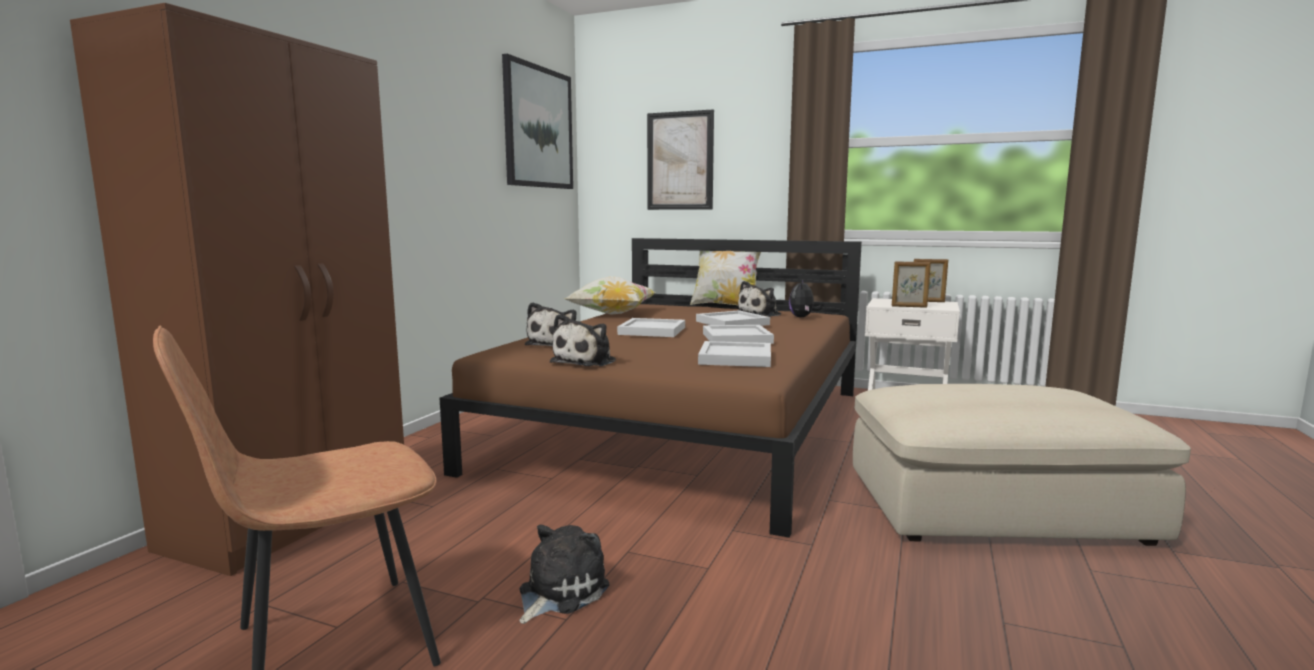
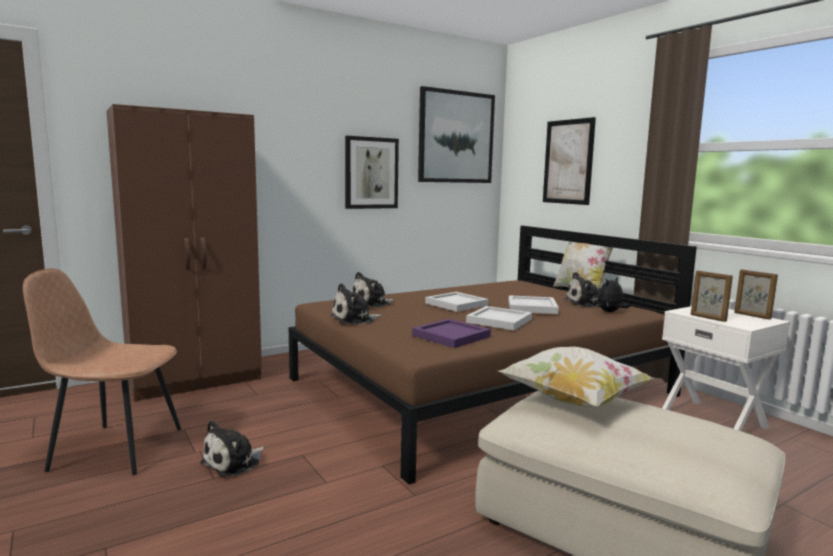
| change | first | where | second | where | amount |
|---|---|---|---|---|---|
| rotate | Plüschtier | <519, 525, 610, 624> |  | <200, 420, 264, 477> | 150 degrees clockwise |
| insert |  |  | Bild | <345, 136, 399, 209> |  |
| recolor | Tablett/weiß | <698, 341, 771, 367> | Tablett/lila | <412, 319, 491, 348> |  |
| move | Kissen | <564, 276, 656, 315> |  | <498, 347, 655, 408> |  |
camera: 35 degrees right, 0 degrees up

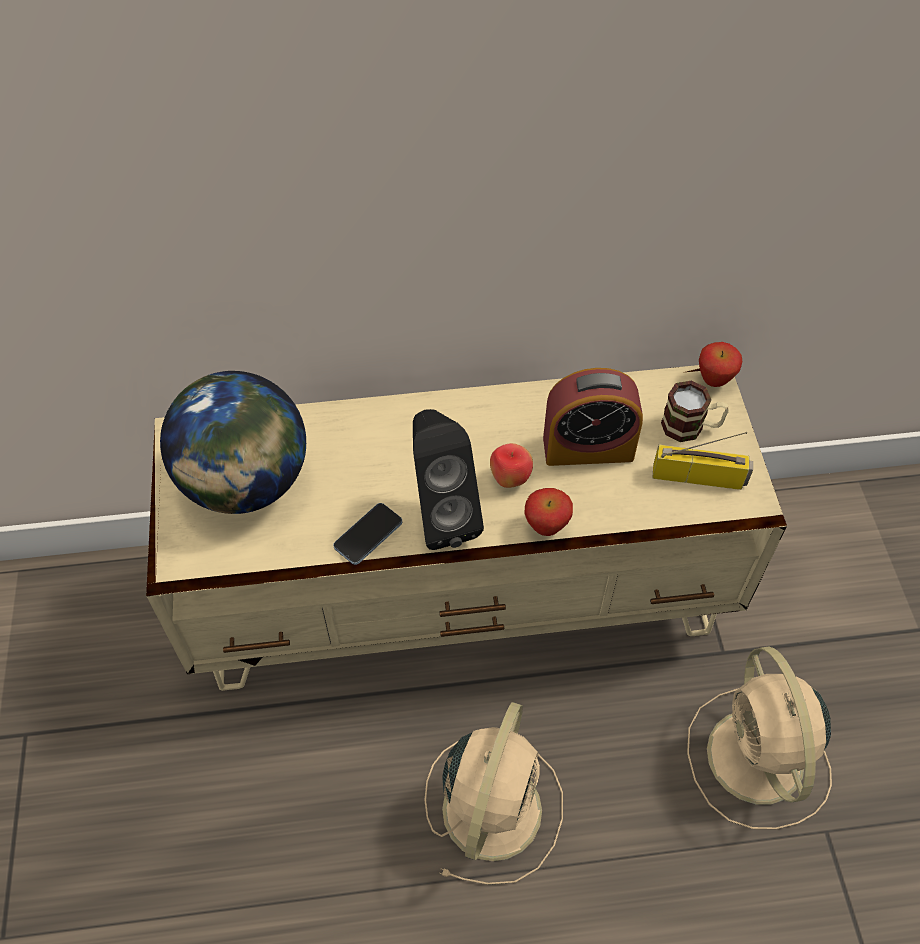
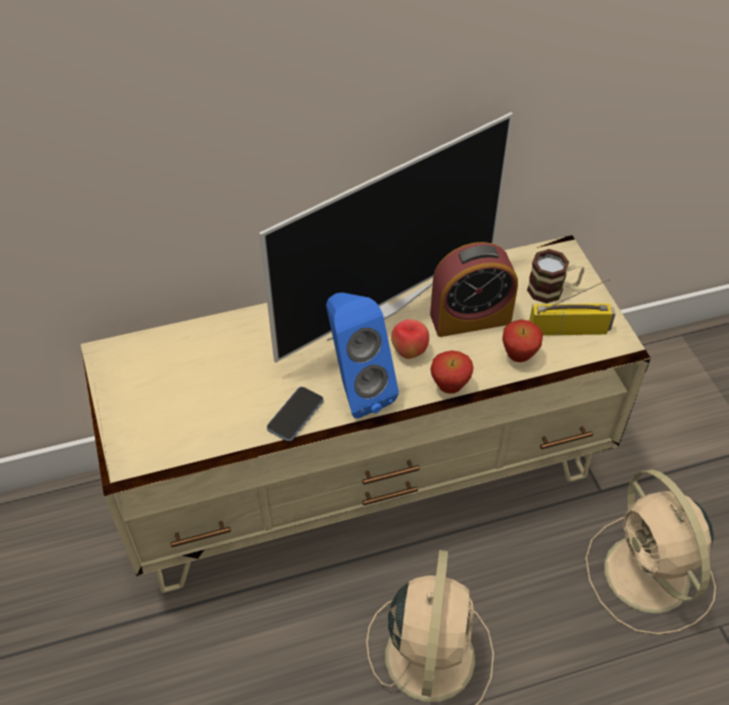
| change | first | where | second | where | amount |
|---|---|---|---|---|---|
| insert |  |  | Fernseher | <259, 112, 513, 363> |  |
| recolor | Lautsprecher/schwarz | <413, 409, 484, 550> | Lautsprecher/blau | <326, 293, 399, 418> |  |
| move | Apfel | <699, 342, 742, 387> |  | <502, 319, 543, 362> |  |
| delete | Globus | <160, 371, 306, 514> |  |  |  |
camera: 10 degrees left, 5 degrees down

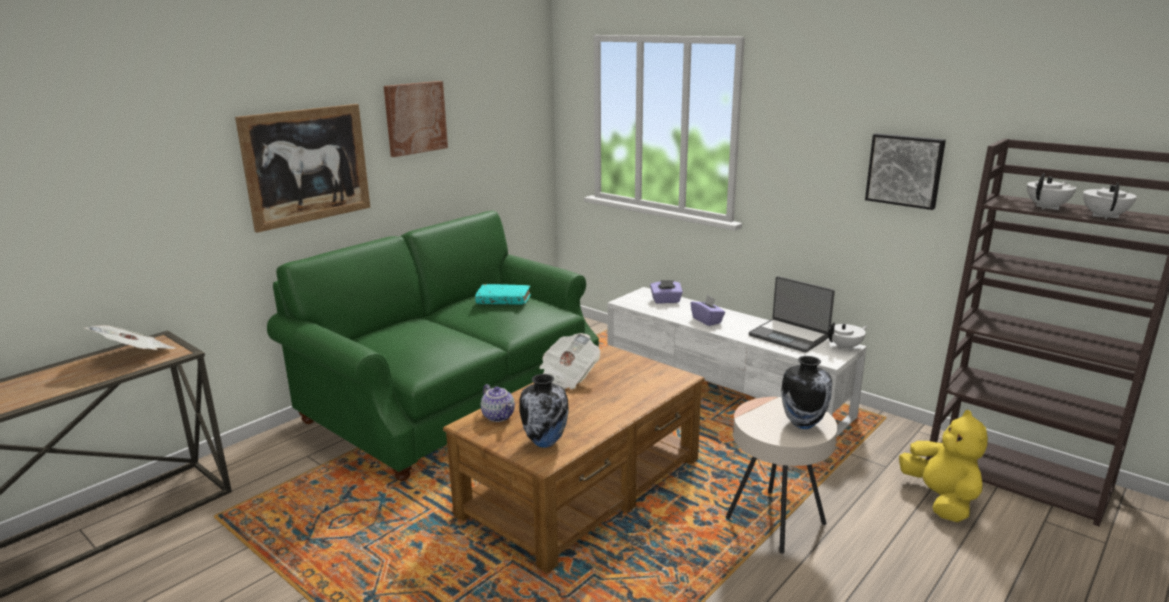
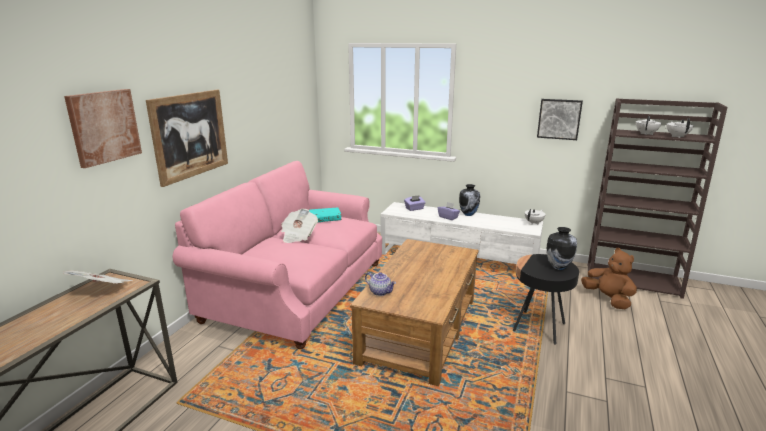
| change | first | where | second | where | amount |
|---|---|---|---|---|---|
| move | Bild | <384, 81, 448, 157> |  | <64, 89, 142, 168> |  |
| recolor | Sofa/grün | <267, 211, 599, 481> | Sofa/rosa | <173, 161, 382, 349> |  |
| move | Zeitung | <539, 333, 600, 389> |  | <281, 209, 318, 243> |  |
| move | Vase | <519, 374, 569, 448> |  | <459, 184, 480, 216> |  |
| recolor | Beistelltisch/beige | <726, 397, 838, 554> | Beistelltisch/schwarz | <513, 254, 579, 345> |  |
| recolor | Plüschtier/gelb | <899, 410, 988, 522> | Plüschtier/braun | <581, 248, 637, 309> |  |
| delete | Laptop | <749, 276, 835, 353> |  |  |  |
camera: 20 degrees left, 0 degrees up

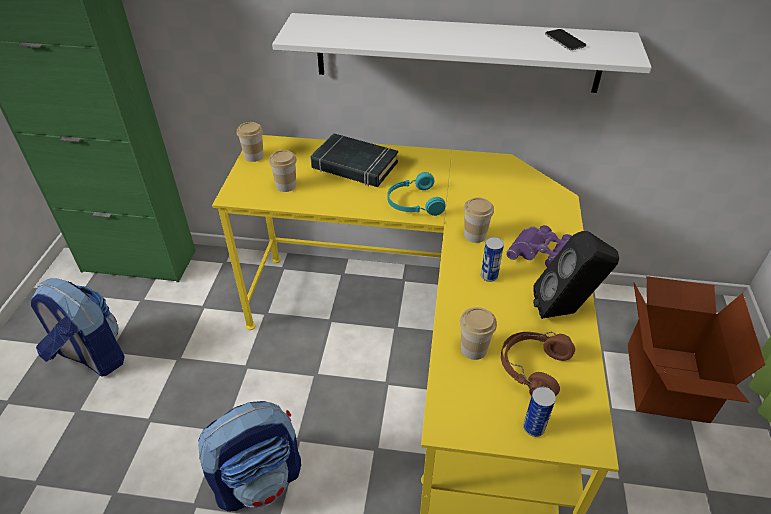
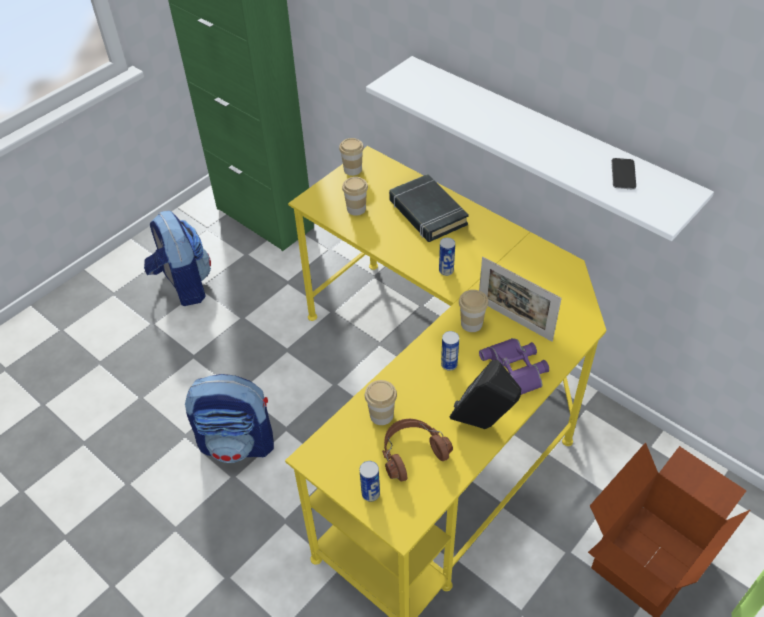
| change | first | where | second | where | amount |
|---|---|---|---|---|---|
| replace | Kopfhörer/türkis | <387, 172, 446, 216> | Dose | <439, 238, 455, 276> |  |
| insert |  |  | Bilderrahmen | <479, 257, 562, 342> |  |
camera: 35 degrees right, 5 degrees up

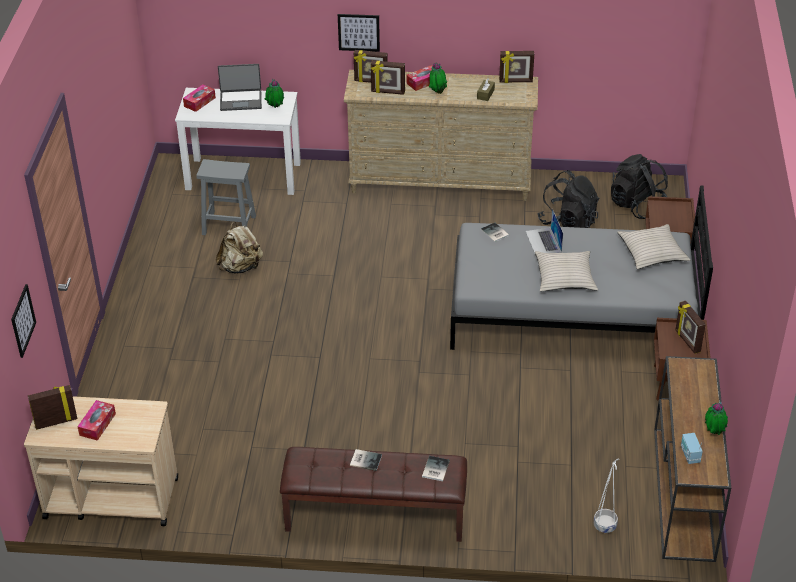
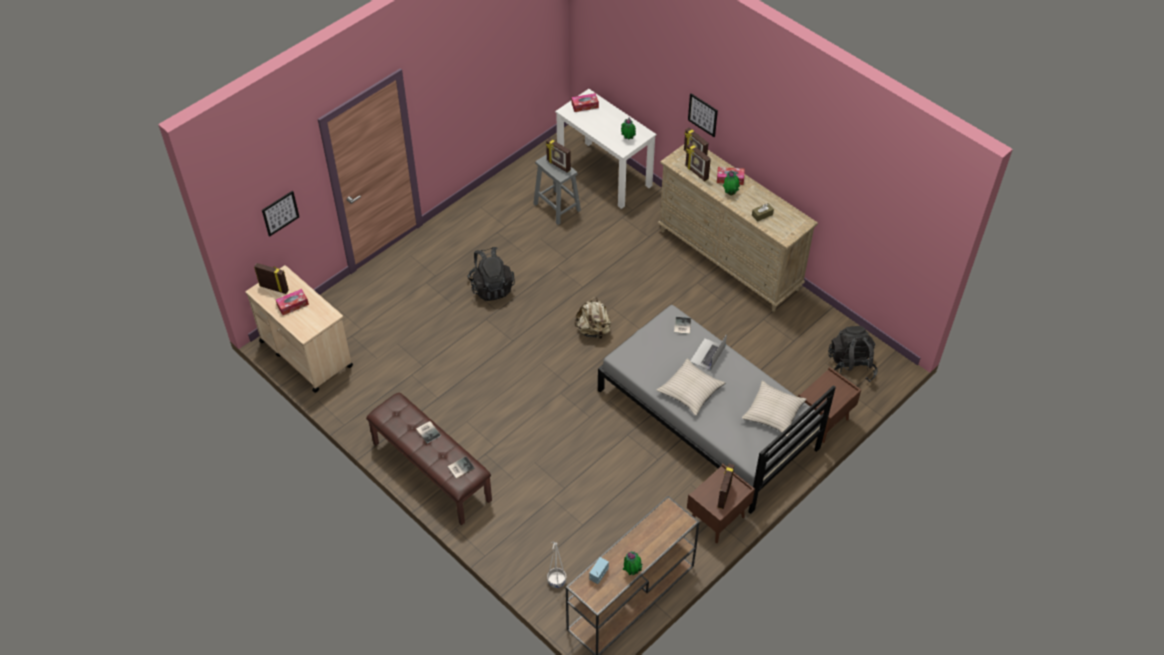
| change | first | where | second | where | amount |
|---|---|---|---|---|---|
| move | Rucksack/schwarz | <537, 170, 599, 228> |  | <467, 247, 515, 301> |  |
| move | Bilderrahmen | <499, 51, 534, 83> |  | <546, 138, 571, 173> |  |
| move | Rucksack/beige | <216, 221, 263, 274> |  | <574, 297, 611, 339> |  |
| delete | Laptop | <218, 64, 262, 111> |  |  |  |
camera: 40 degrees right, 10 degrees up

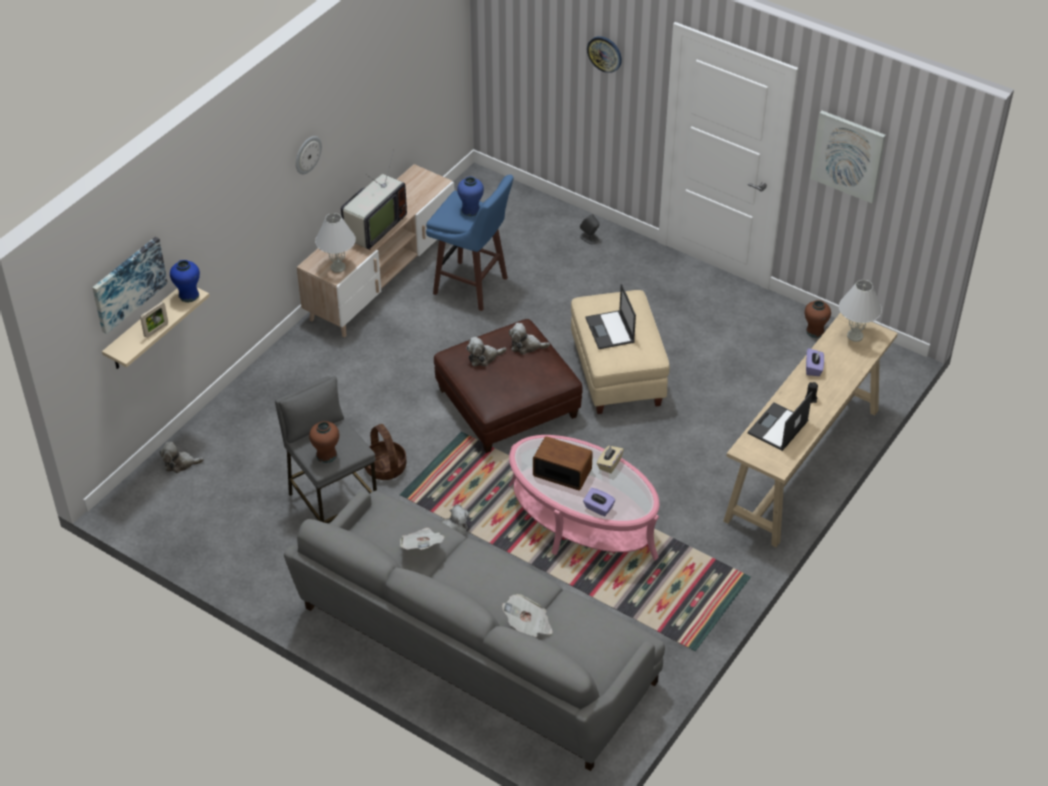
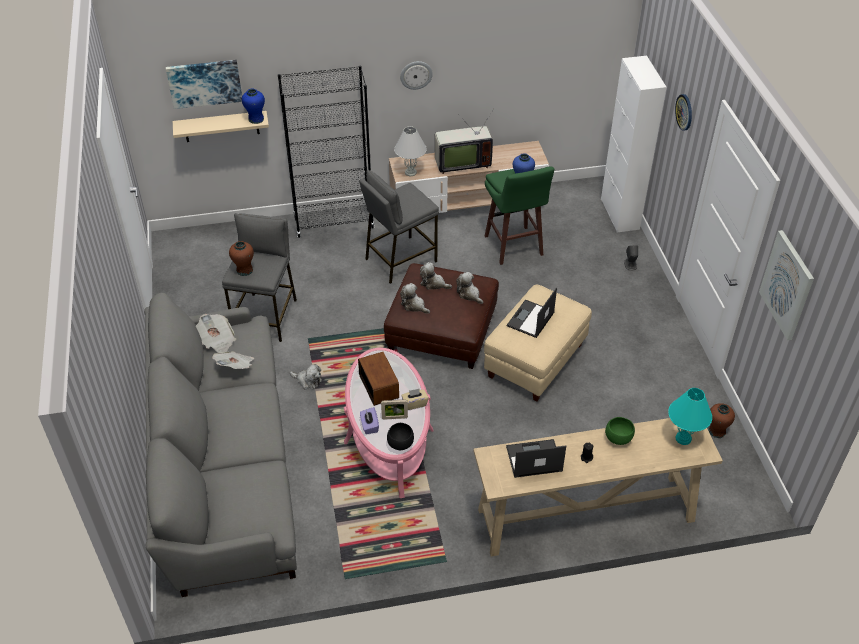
| change | first | where | second | where | amount |
|---|---|---|---|---|---|
| move | Zeitung | <502, 594, 553, 637> |  | <196, 314, 236, 353> |  |
| insert |  |  | Bücherregal/schwarz | <278, 65, 374, 238> |  |
| insert |  |  | Hocker/grau | <359, 170, 439, 284> |  |
| move | Bilderrahmen | <140, 302, 168, 338> |  | <381, 399, 408, 420> |  |
| insert |  |  | Schüssel/schwarz | <387, 423, 414, 450> |  |
| move | Plüschtier | <160, 442, 204, 473> |  | <400, 283, 430, 314> |  |
| recolor | Hocker/blau | <426, 175, 514, 311> | Hocker/grün | <485, 166, 554, 265> |  |
| insert |  |  | Schrank/weiß | <601, 56, 667, 233> |  |
| replace | Taschentuchbox/lila | <806, 348, 824, 376> | Schüssel/grün | <605, 417, 635, 445> |  |
| recolor | Tischlampe/weiß | <839, 280, 882, 342> | Tischlampe/türkis | <668, 388, 712, 445> |  |
| delete | Korb | <365, 424, 406, 480> |  |  |  |
camera: 45 degrees right, 0 degrees up

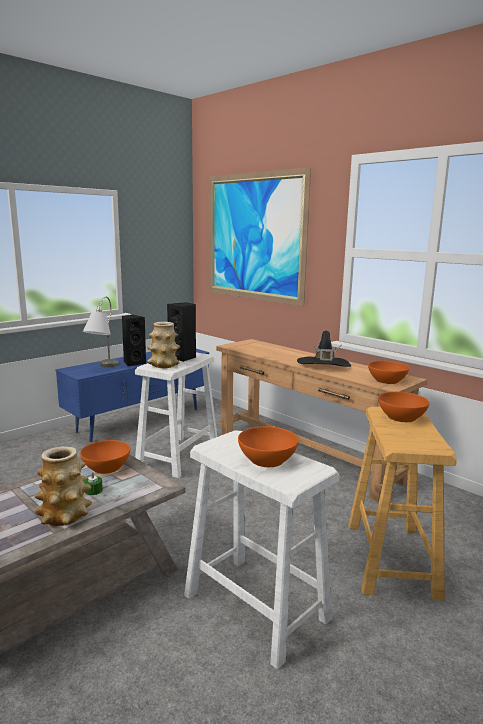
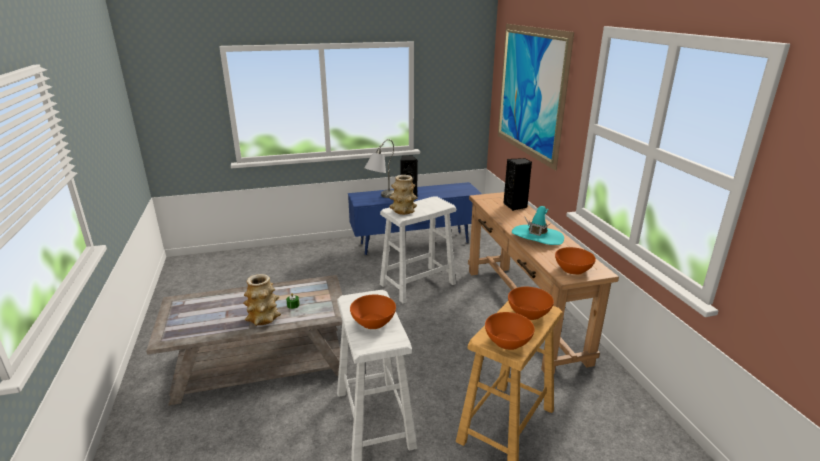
| change | first | where | second | where | amount |
|---|---|---|---|---|---|
| move | Schüssel/orange | <80, 440, 130, 474> |  | <485, 312, 535, 350> |  |
| move | Lautsprecher/schwarz | <167, 302, 196, 362> |  | <503, 158, 532, 211> |  |
| recolor | Hut/schwarz | <297, 331, 351, 367> | Hut/türkis | <512, 206, 564, 245> |  |
camera: 30 degrees right, 10 degrees up

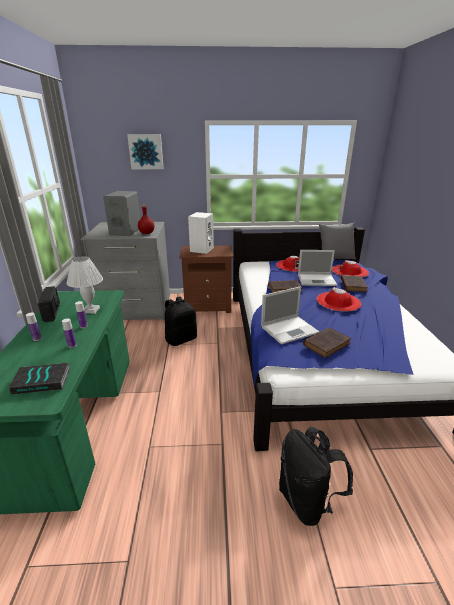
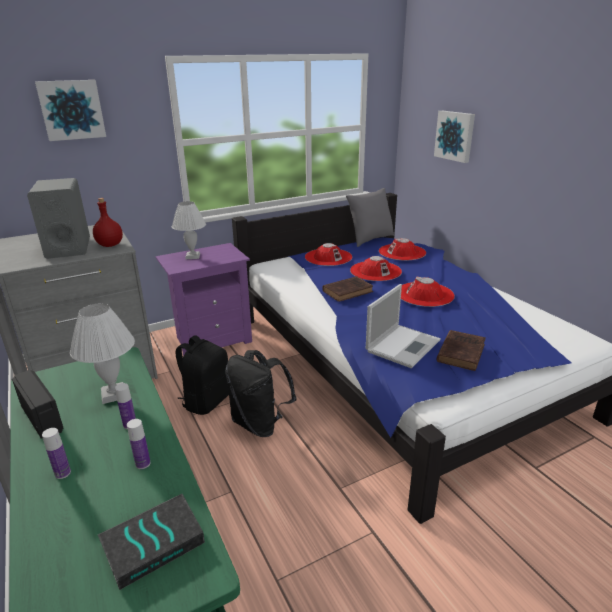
| change | first | where | second | where | amount |
|---|---|---|---|---|---|
| recolor | Nachttisch/braun | <179, 245, 234, 313> | Nachttisch/lila | <156, 243, 252, 356> |  |
| replace | Lautsprecher/weiß | <188, 212, 214, 254> | Tischlampe/weiß | <172, 201, 206, 259> |  |
| move | Rucksack/schwarz | <279, 427, 353, 526> |  | <225, 350, 297, 437> |  |
| replace | Laptop | <298, 250, 337, 286> | Hut/rot | <350, 256, 402, 281> |  |
| insert |  |  | Bild | <434, 111, 475, 163> |  |
| delete | Buch/braun | <341, 275, 368, 292> |  |  |  |
camera: 25 degrees left, 0 degrees up

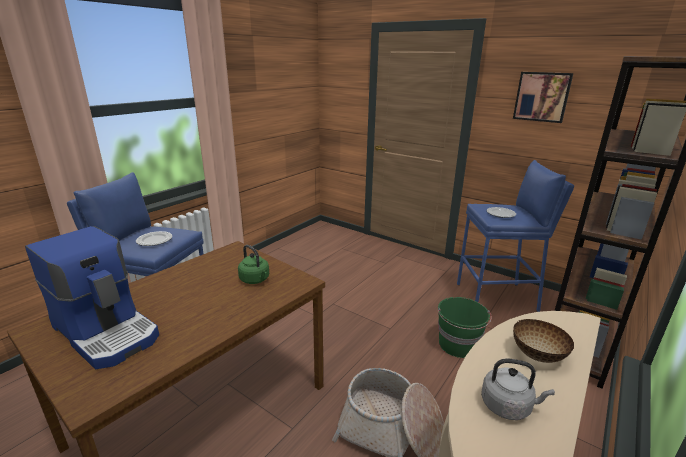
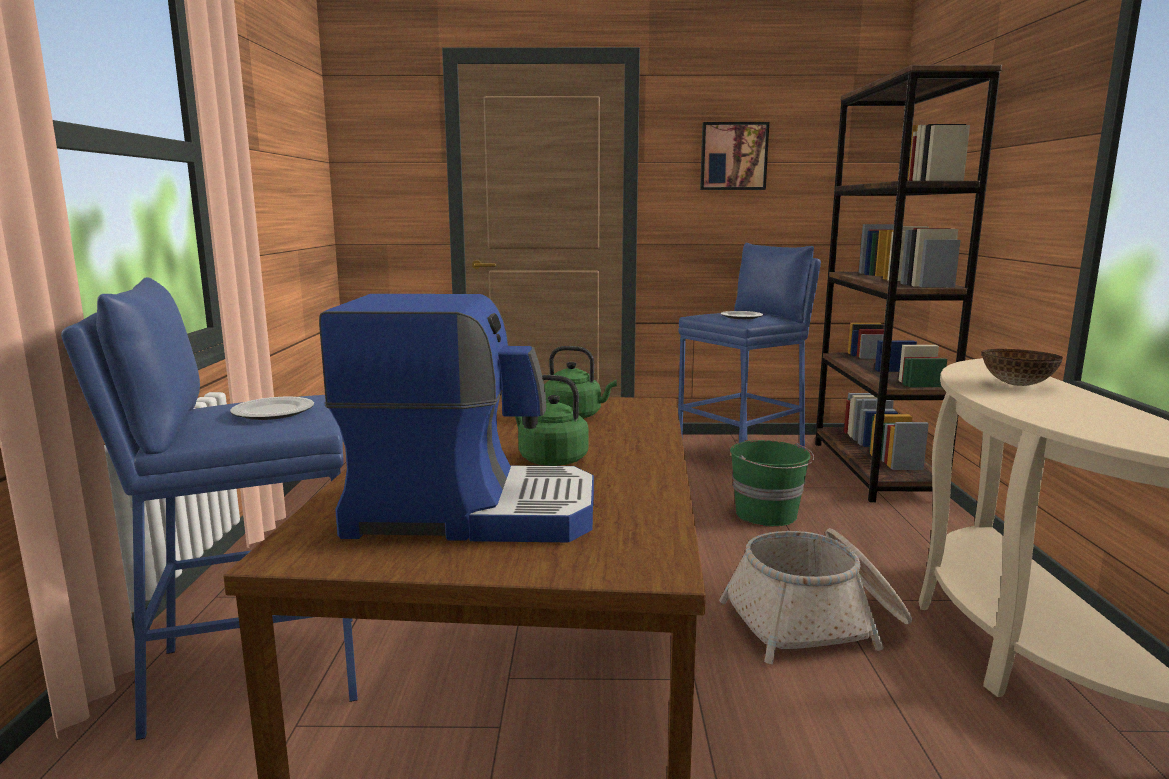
| change | first | where | second | where | amount |
|---|---|---|---|---|---|
| insert |  |  | Wasserkessel/grün | <515, 375, 588, 466> |  |
| delete | Wasserkessel/grau | <481, 358, 555, 420> |  |  |  |
camera: 35 degrees left, 10 degrees down

